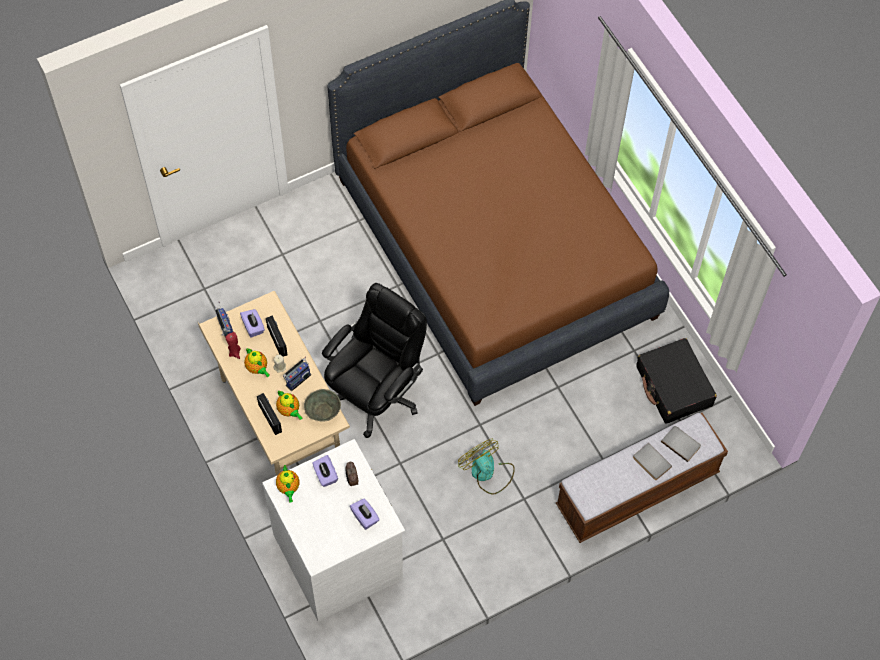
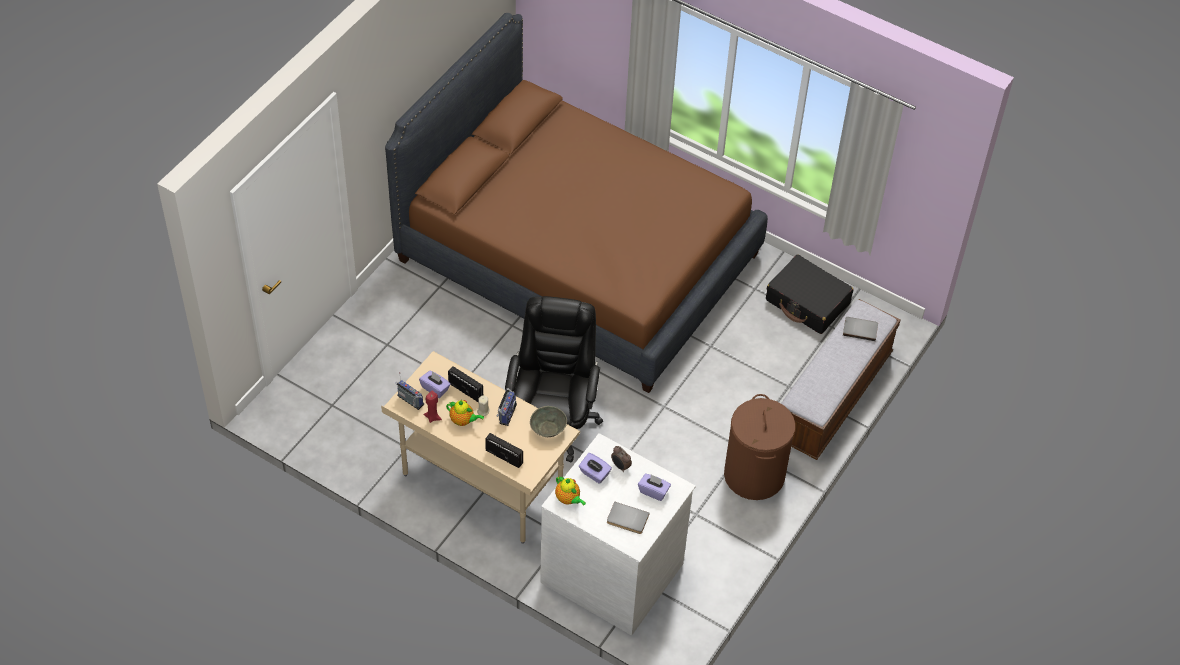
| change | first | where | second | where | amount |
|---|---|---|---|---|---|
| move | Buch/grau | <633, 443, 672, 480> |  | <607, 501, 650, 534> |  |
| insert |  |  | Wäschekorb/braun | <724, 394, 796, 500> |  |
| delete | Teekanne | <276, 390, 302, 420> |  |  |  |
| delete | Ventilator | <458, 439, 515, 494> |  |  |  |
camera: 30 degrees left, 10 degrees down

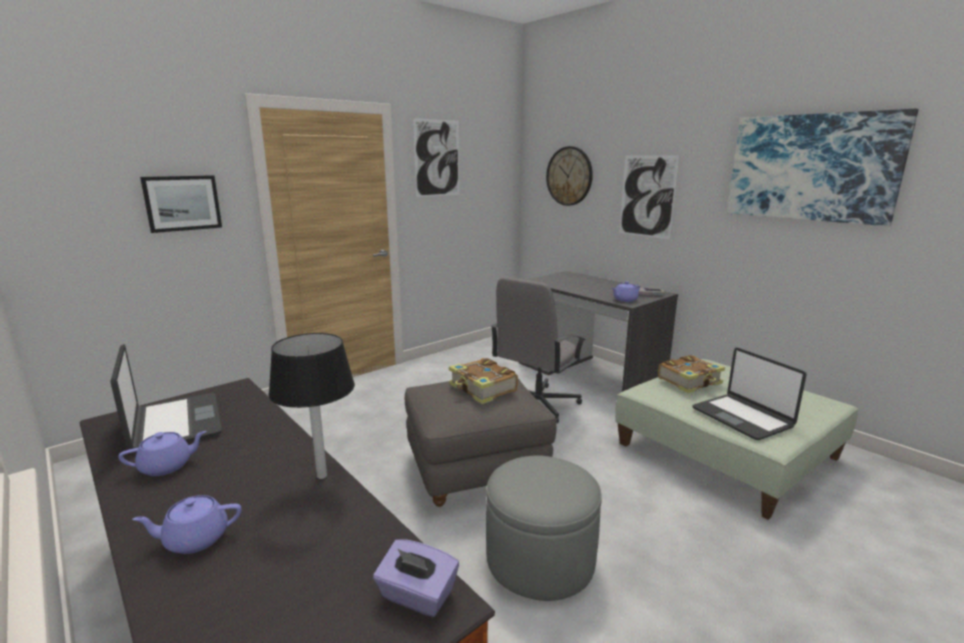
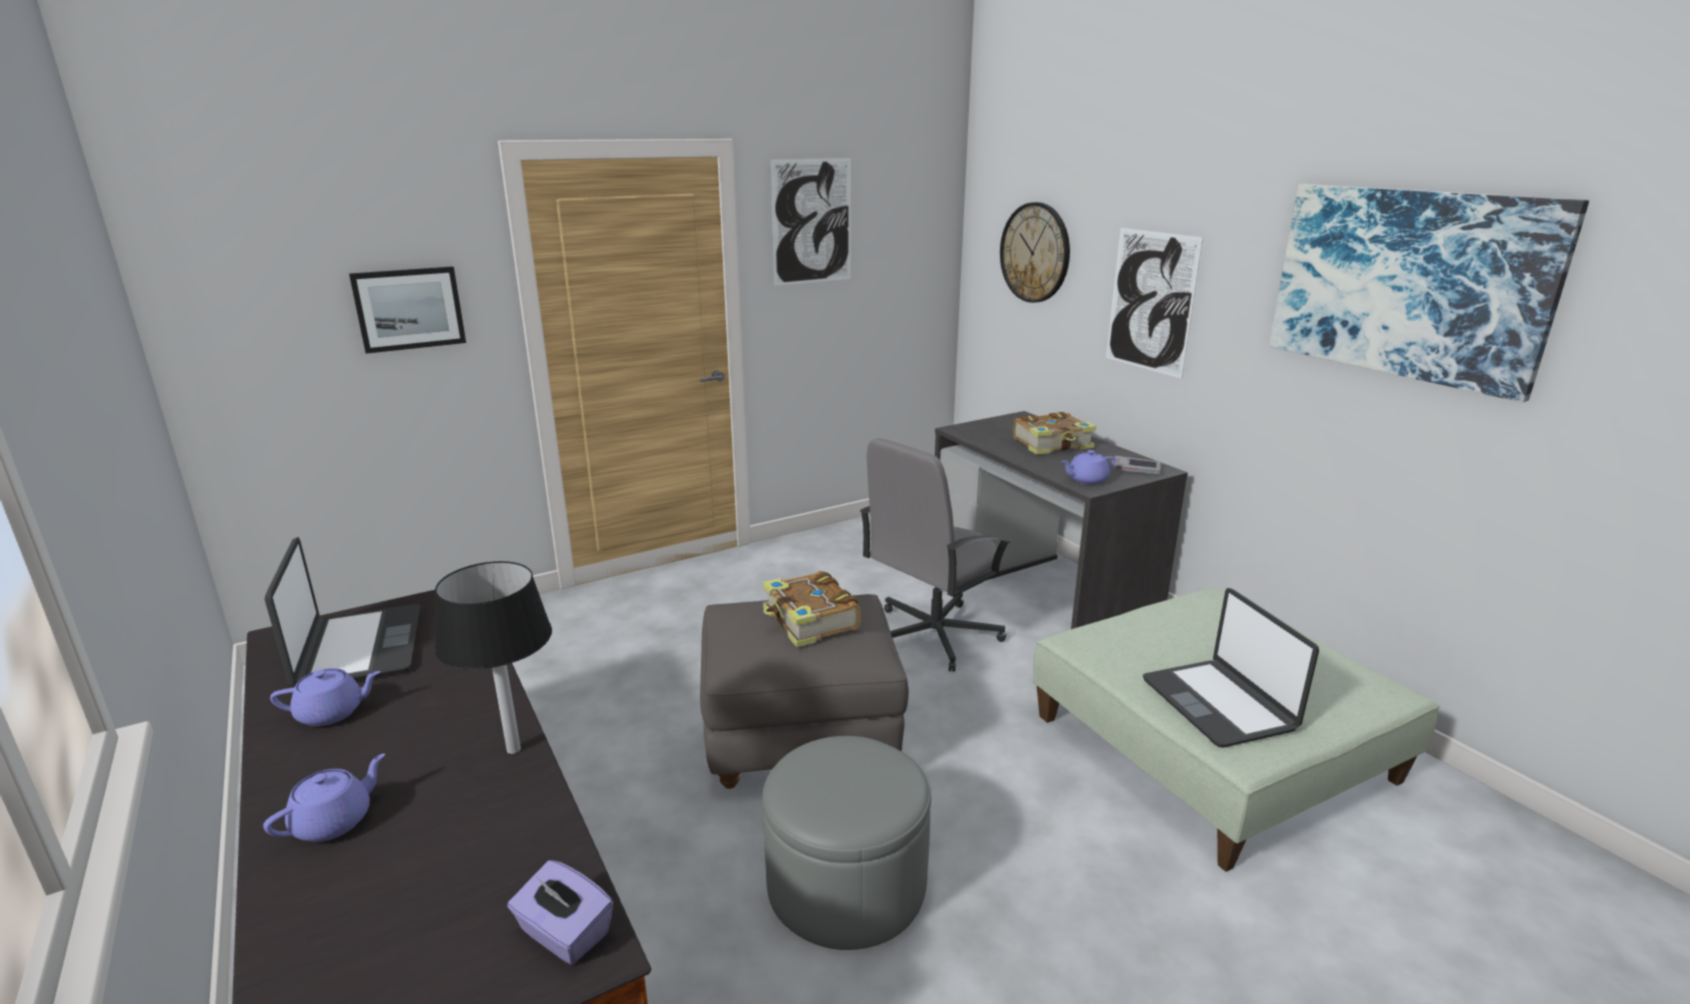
| change | first | where | second | where | amount |
|---|---|---|---|---|---|
| rotate | Teekanne/lila | <132, 495, 242, 554> |  | <263, 754, 385, 842> | 135 degrees clockwise |
| move | Buch | <658, 355, 725, 393> |  | <1013, 412, 1097, 455> |  |
camera: 10 degrees right, 5 degrees up

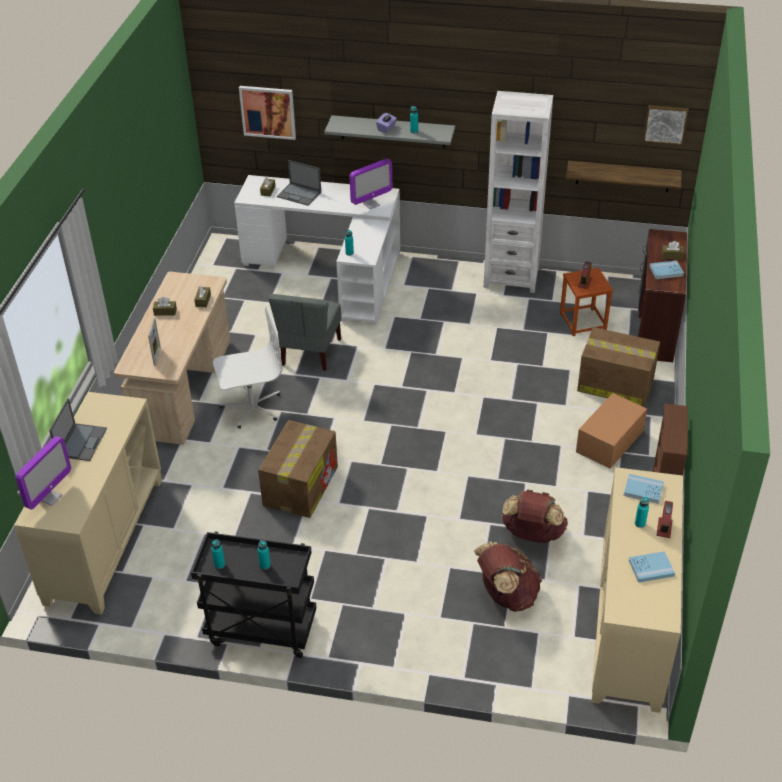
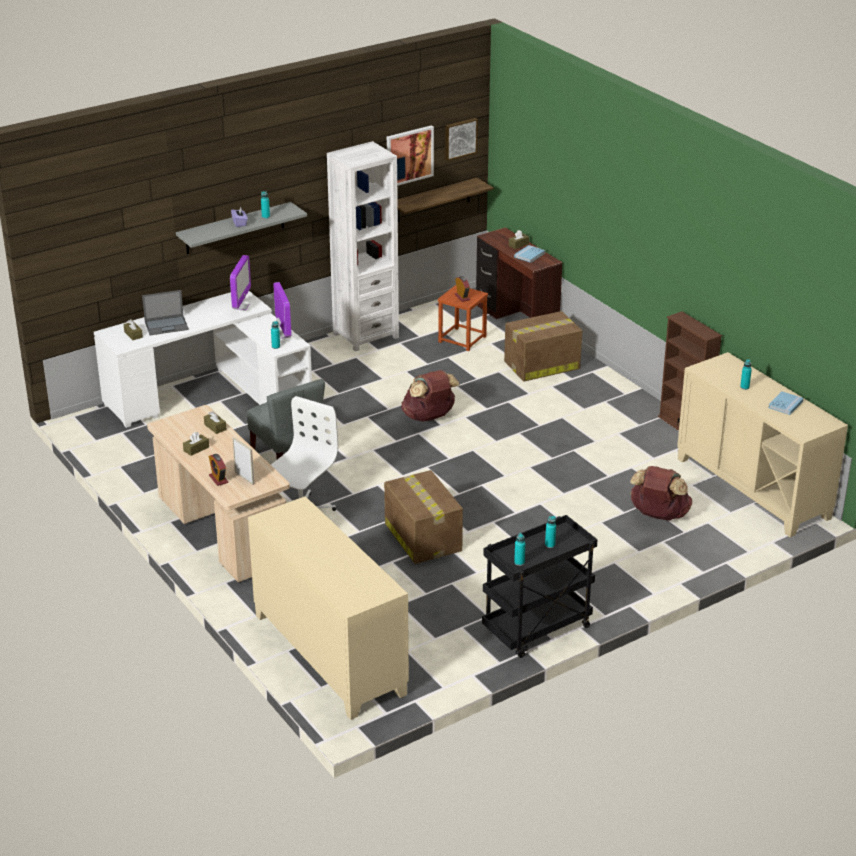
| change | first | where | second | where | amount |
|---|---|---|---|---|---|
| move | Wecker | <657, 501, 673, 538> |  | <209, 454, 228, 486> |  |
| move | Monitor | <15, 436, 71, 510> |  | <273, 282, 292, 339> |  |
| move | Bild | <239, 86, 296, 140> |  | <387, 125, 434, 186> |  |
| move | Rucksack/braun | <501, 489, 568, 543> |  | <401, 370, 460, 422> |  |
| delete | Laptop | <49, 398, 107, 461> |  |  |  |
| delete | Karton | <576, 393, 647, 469> |  |  |  |
| delete | Buch/blau | <623, 474, 664, 504> |  |  |  |
camera: 45 degrees left, 10 degrees down

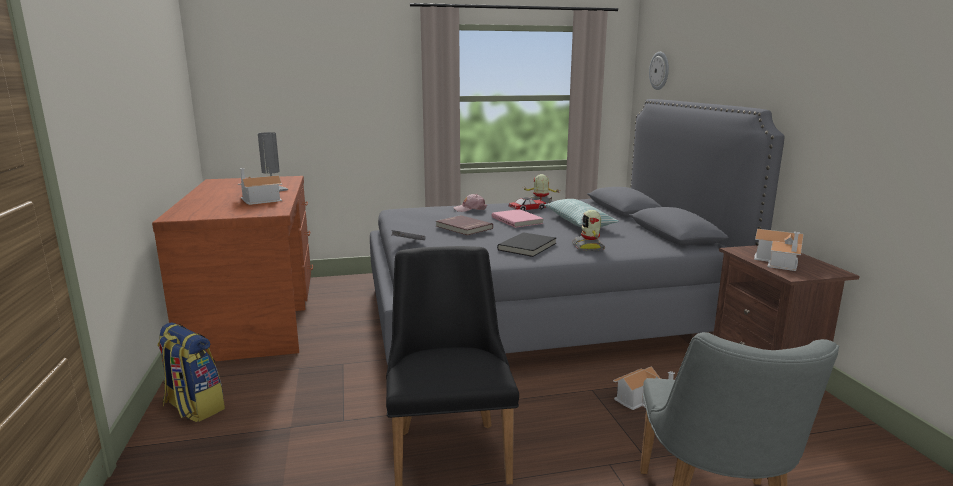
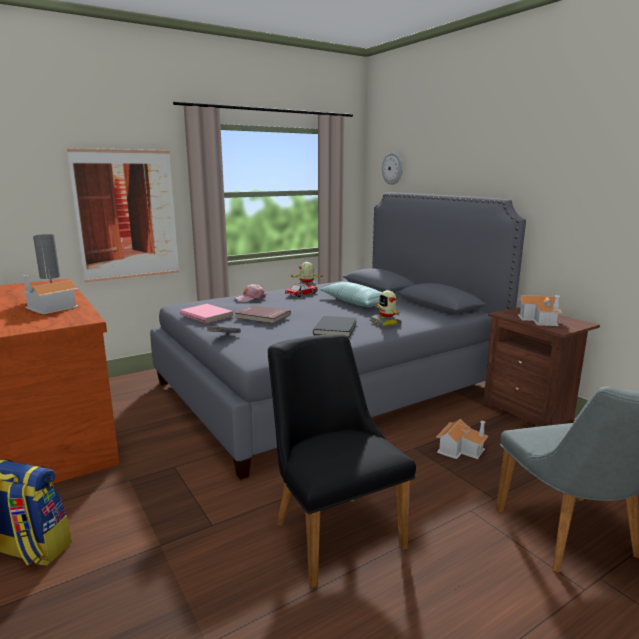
| change | first | where | second | where | amount |
|---|---|---|---|---|---|
| insert |  |  | Bild | <67, 148, 179, 282> |  |
| move | Buch/rosa | <492, 209, 544, 228> |  | <180, 304, 233, 323> |  |
camera: 20 degrees left, 0 degrees up

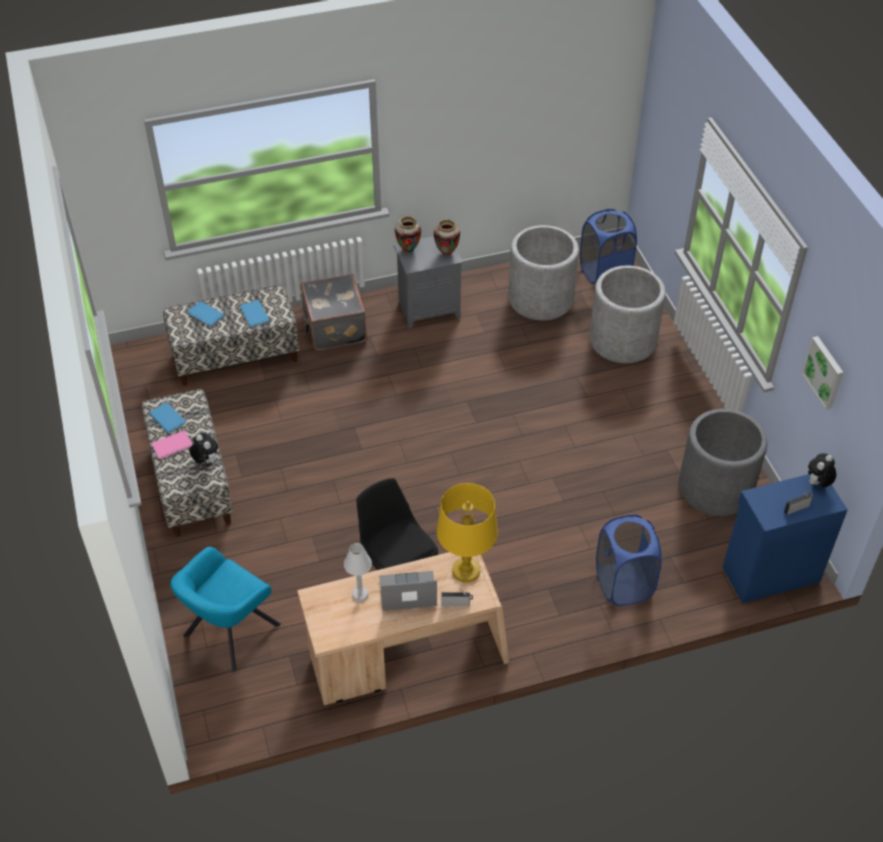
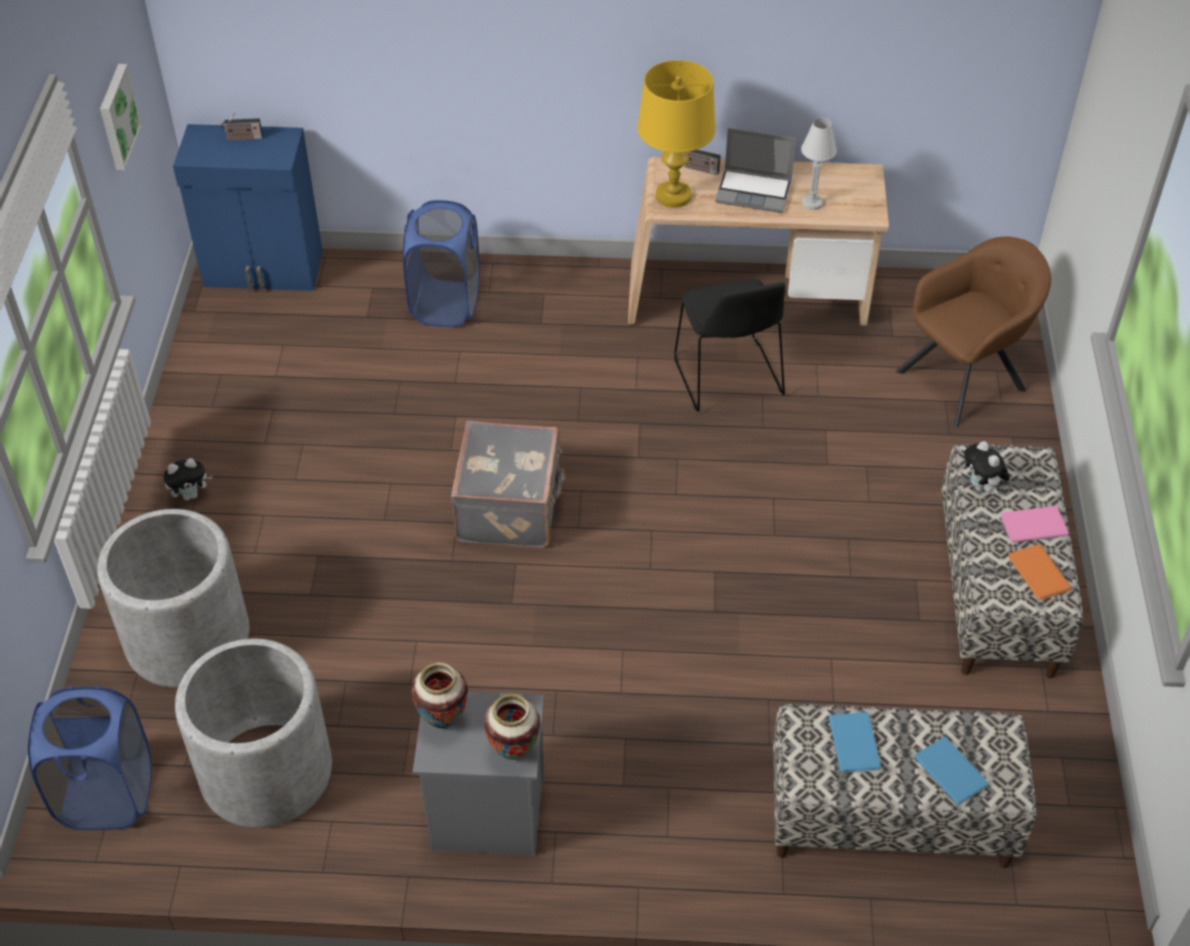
| change | first | where | second | where | amount |
|---|---|---|---|---|---|
| move | Plüschtier | <808, 453, 836, 487> |  | <163, 458, 212, 500> |  |
| move | Koffer/grau | <300, 274, 367, 350> |  | <451, 421, 566, 548> |  |
| recolor | Sessel/türkis | <170, 547, 281, 672> | Sessel/braun | <896, 236, 1051, 427> |  |
| recolor | Buch/blau | <149, 402, 186, 434> | Buch/orange | <1008, 544, 1072, 600> |  |
| delete | Pflanzkübel/grau | <679, 409, 767, 516> |  |  |  |
camera: 160 degrees left, 0 degrees up

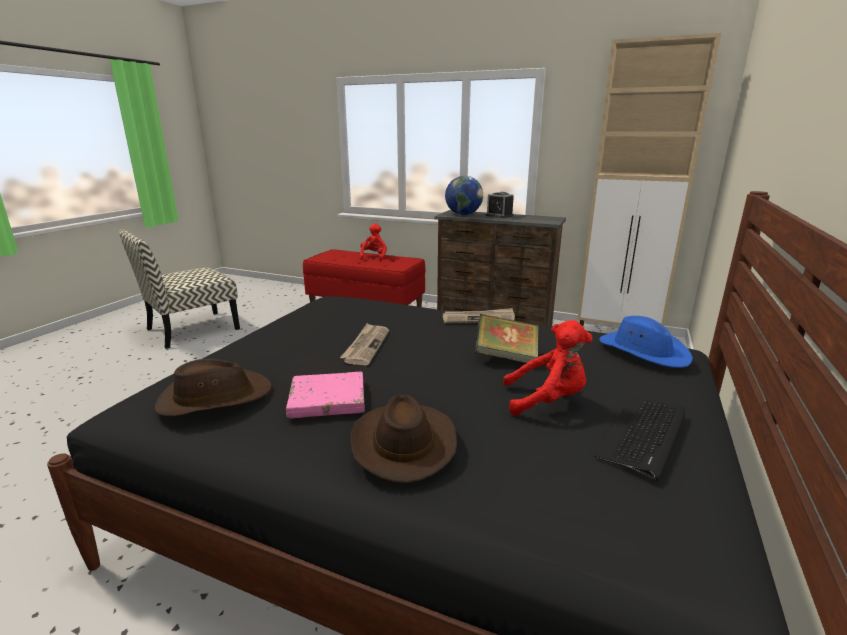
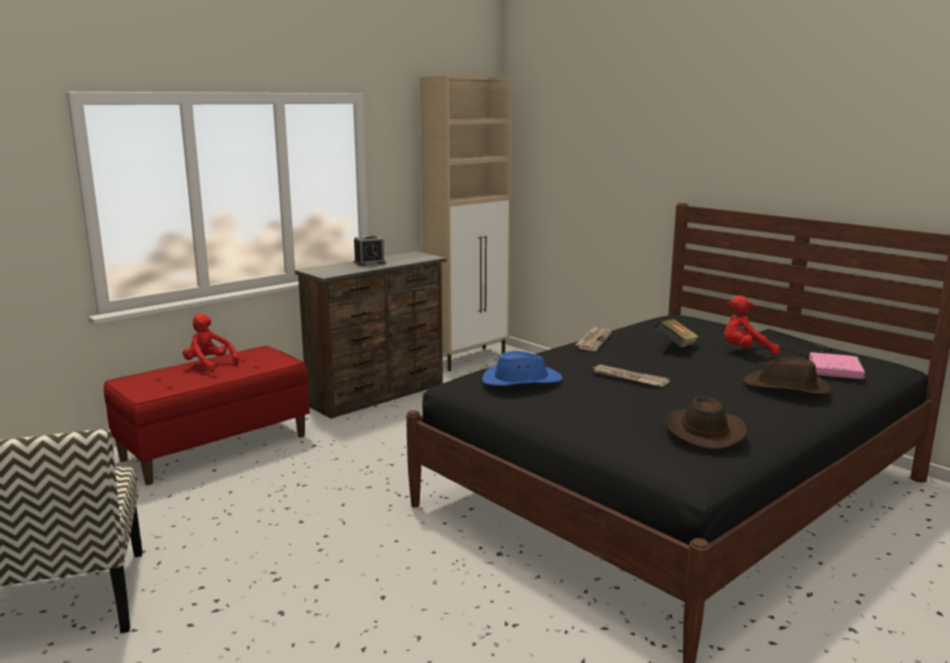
| change | first | where | second | where | amount |
|---|---|---|---|---|---|
| move | Hut/blau | <599, 316, 693, 368> |  | <482, 351, 563, 386> |  |
| rotate | Plüschtier/rot | <503, 320, 592, 416> |  | <724, 296, 780, 355> | 120 degrees counterclockwise |
| move | Buch/rosa | <286, 372, 365, 418> |  | <809, 352, 865, 379> |  |
| delete | Globus | <445, 176, 483, 215> |  |  |  |
camera: 65 degrees left, 5 degrees down

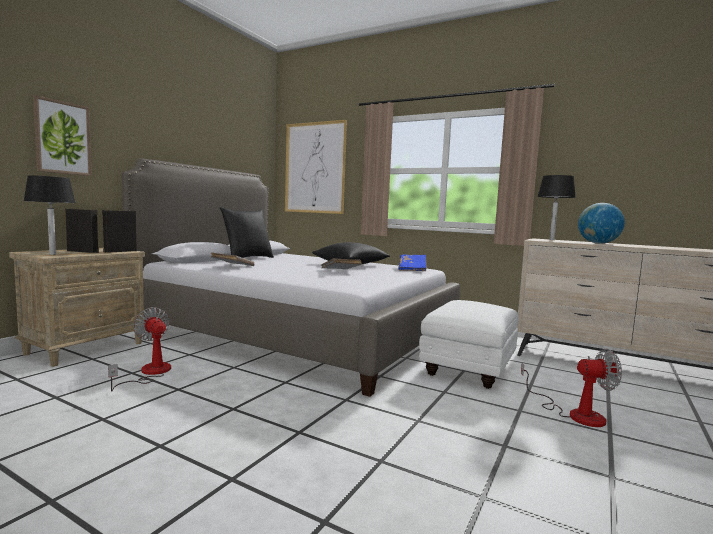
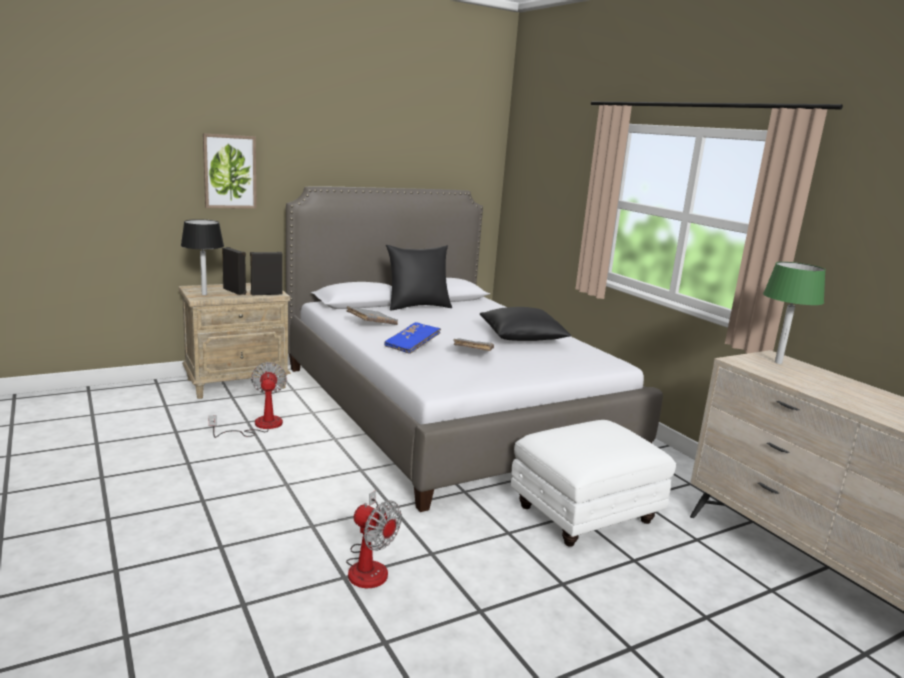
| change | first | where | second | where | amount |
|---|---|---|---|---|---|
| move | Ventilator | <521, 349, 622, 427> |  | <346, 490, 402, 588> |  |
| move | Buch/blau | <398, 255, 427, 271> |  | <384, 322, 441, 354> |  |
| recolor | Tischlampe/schwarz | <537, 175, 576, 240> | Tischlampe/grün | <763, 262, 826, 364> |  |
| delete | Bild | <285, 120, 347, 214> |  |  |  |
| delete | Globus | <578, 203, 625, 244> |  |  |  |
camera: 30 degrees right, 10 degrees up

